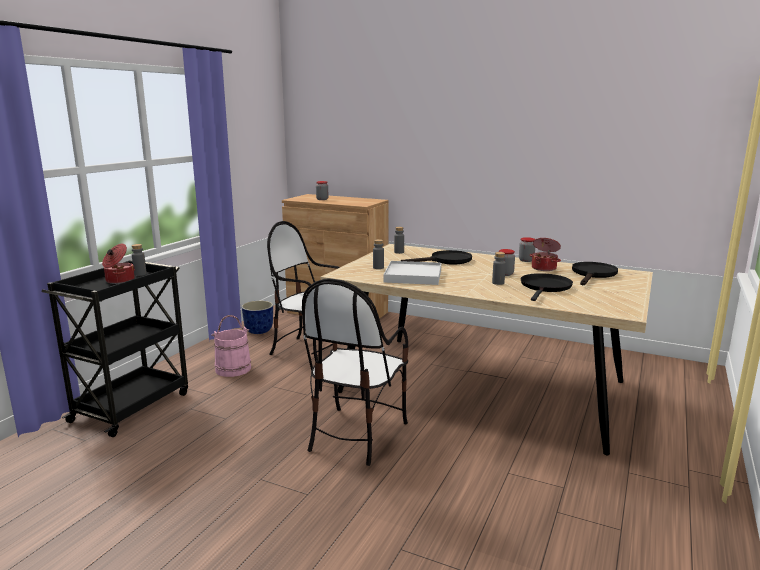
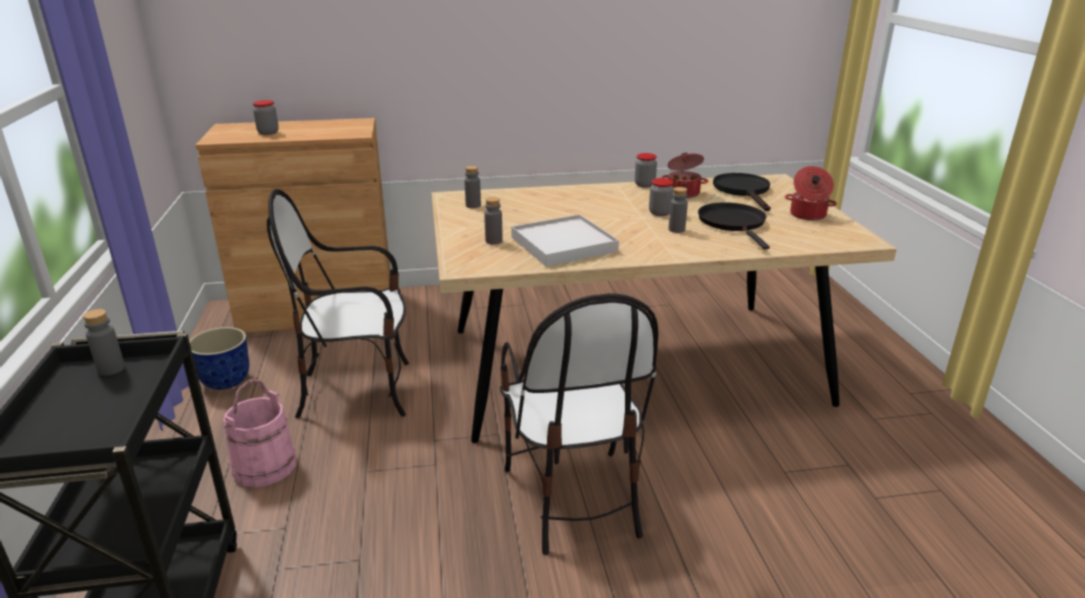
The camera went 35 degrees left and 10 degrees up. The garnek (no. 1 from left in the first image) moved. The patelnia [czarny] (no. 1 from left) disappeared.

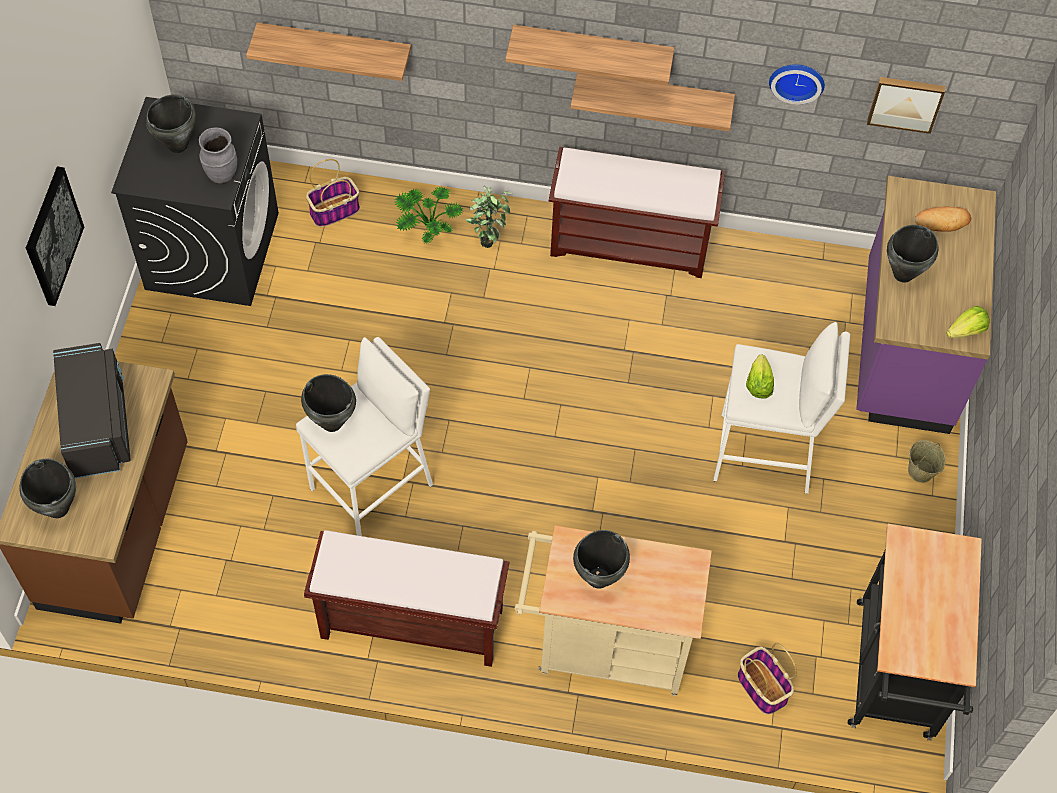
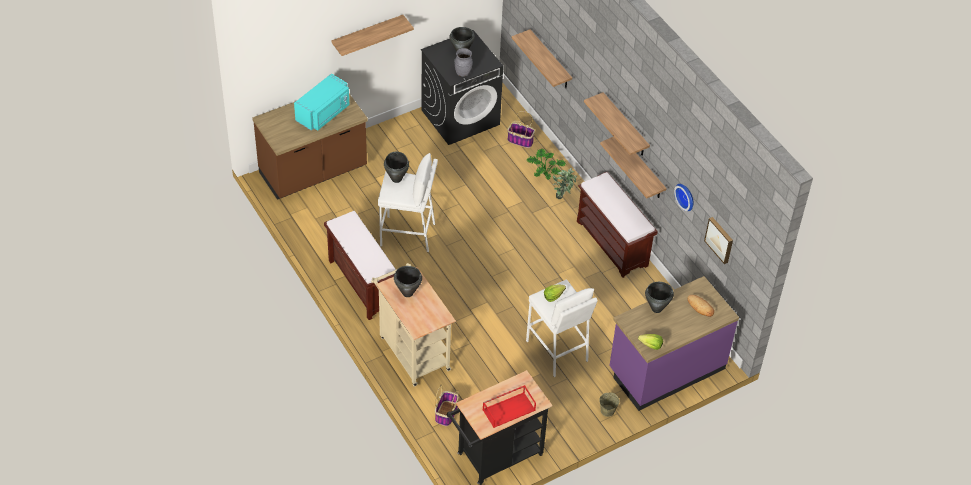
The camera went 50 degrees right and 10 degrees down. The obraz (no. 1 from left) was replaced by the półka (no. 1 from left). The mikrofalówka [czarny] became the mikrofalówka [turkusowy]. The garnek [czarny] (no. 1 from left) disappeared. The taca [czerwony] appeared.

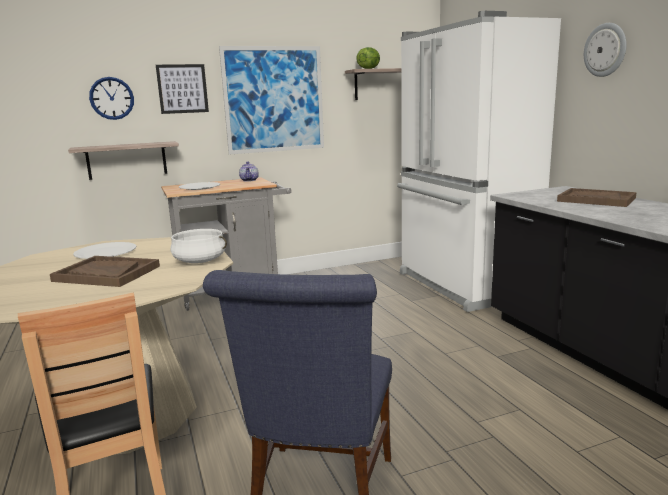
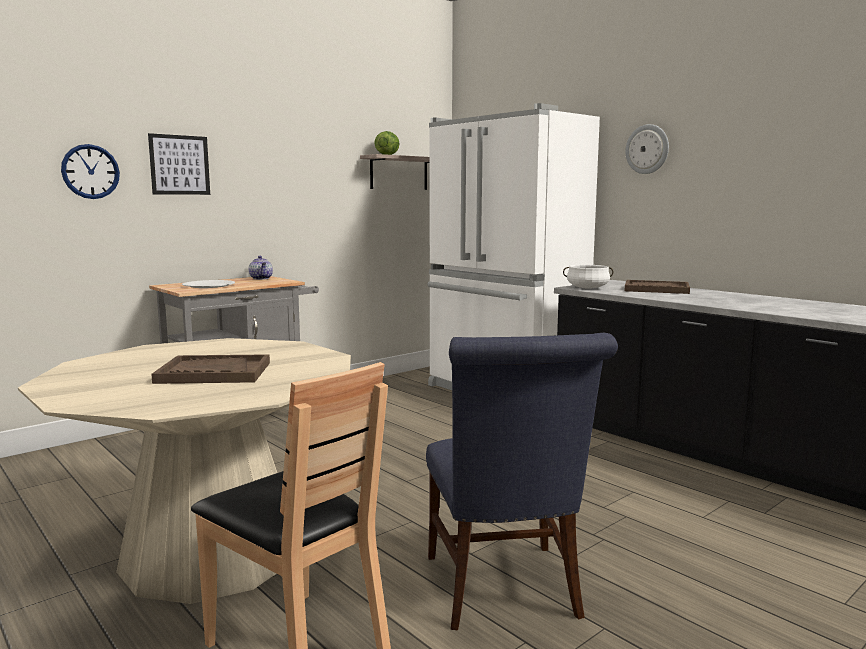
The camera went 20 degrees left and 5 degrees down. The obraz (no. 2 from left) disappeared. The półka (no. 1 from left) disappeared. The garnek [biały] moved. The talerz [biały] (no. 1 from left) disappeared.

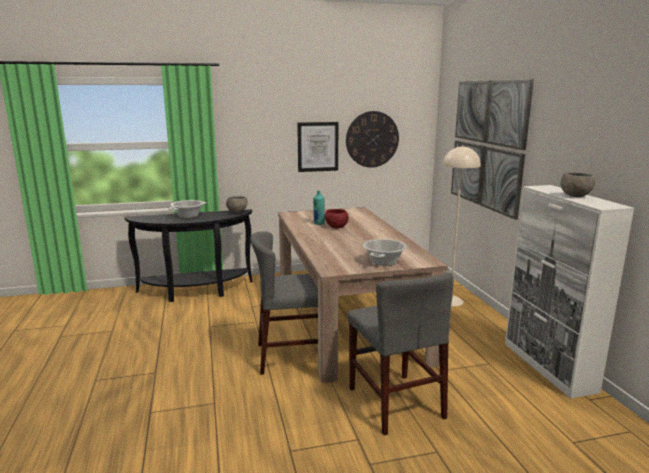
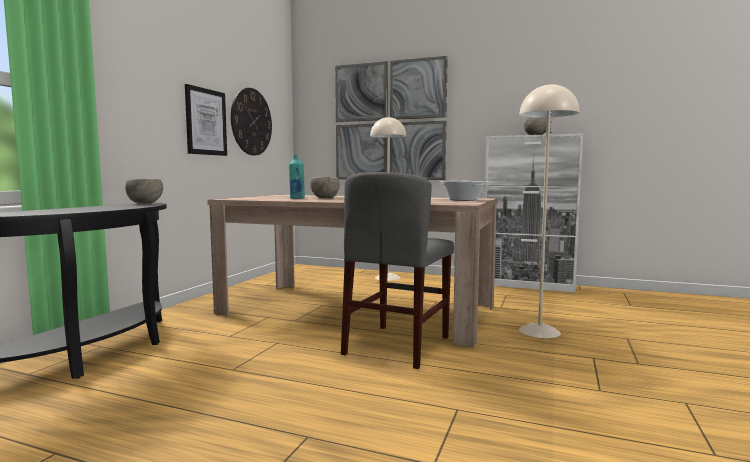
The camera went 55 degrees left and 10 degrees down. The garnek (no. 1 from left) disappeared. The miska [czerwony] became the miska [szary] (no. 2 from left). The krzesło [szary] (no. 2 from left) was replaced by the lampa stojąca [beżowy] (no. 2 from left).

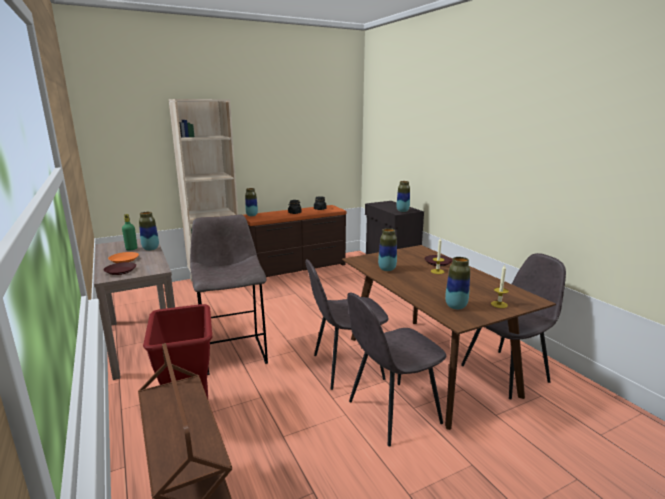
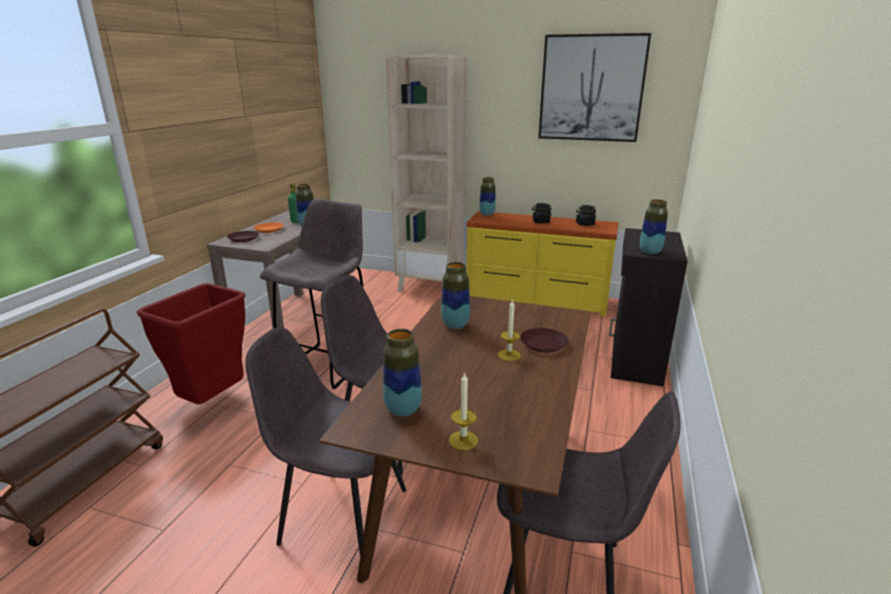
The camera went 45 degrees right and 5 degrees up. The komoda [brązowy] became the komoda [żółty]. The obraz appeared.

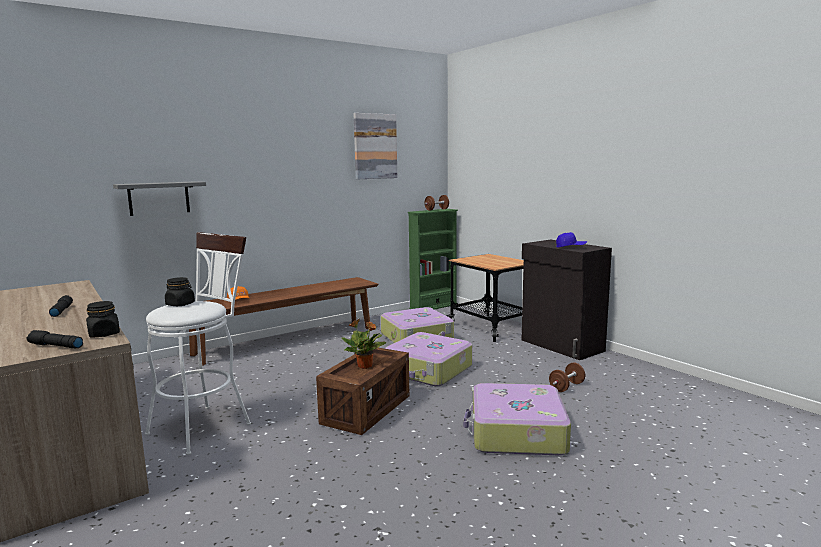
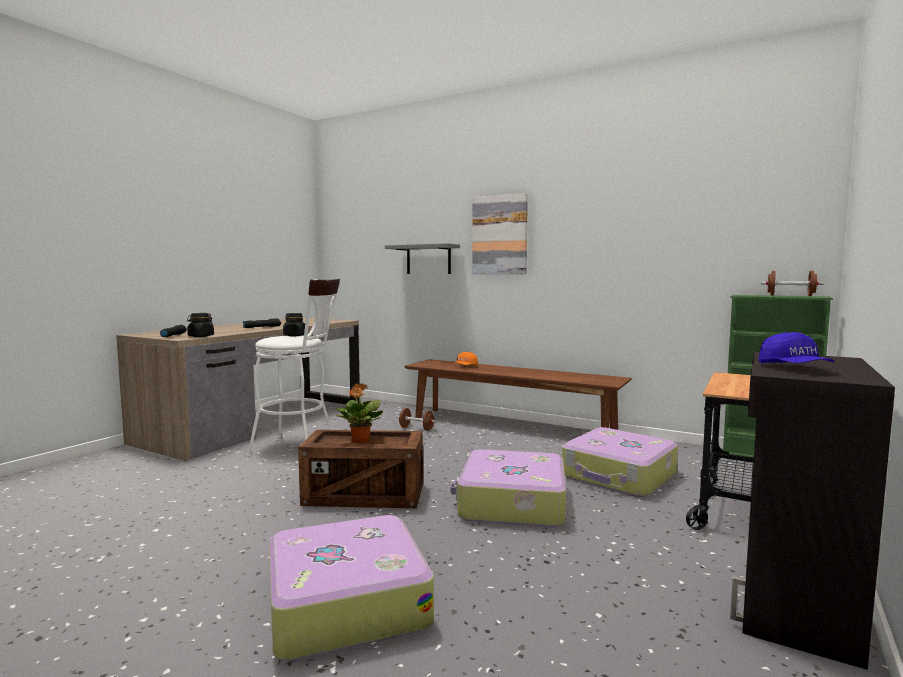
The camera went 65 degrees right and 5 degrees down. The obraz moved. The hantel [brązowy] (no. 2 from left in the first image) moved.

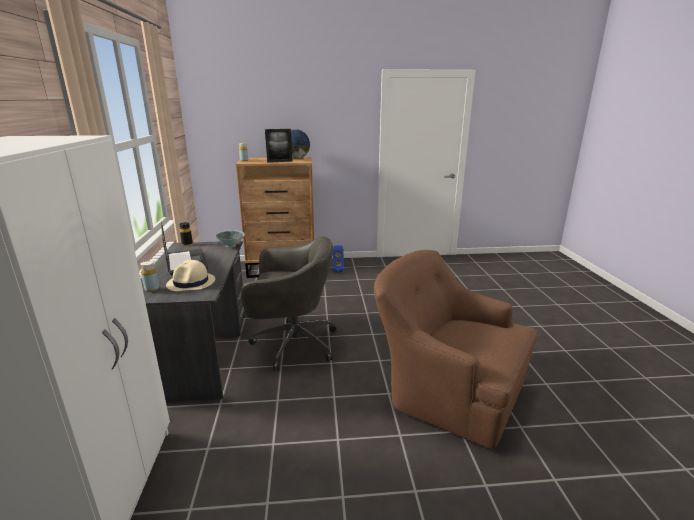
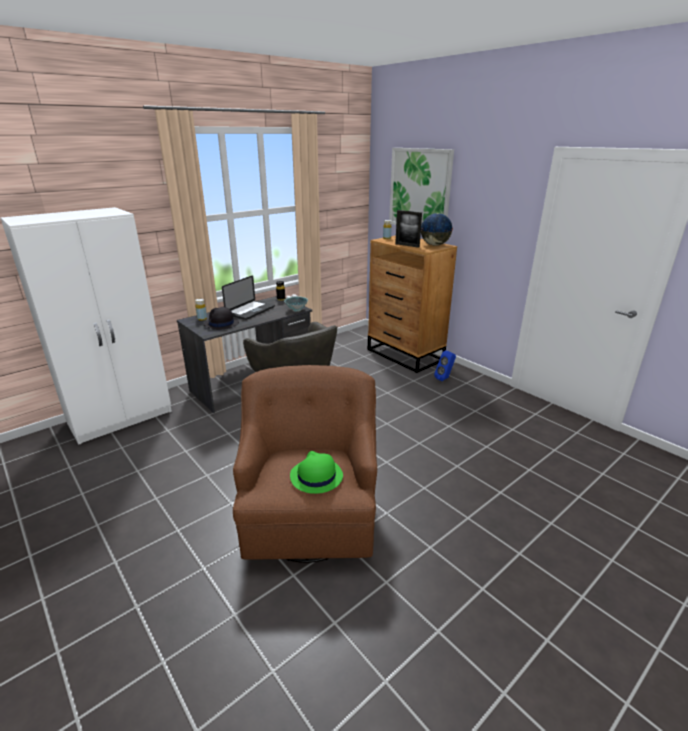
The camera went 55 degrees right and 5 degrees up. The kapelusz [beżowy] became the kapelusz [czarny]. The obraz appeared. The kapelusz [zielony] appeared.

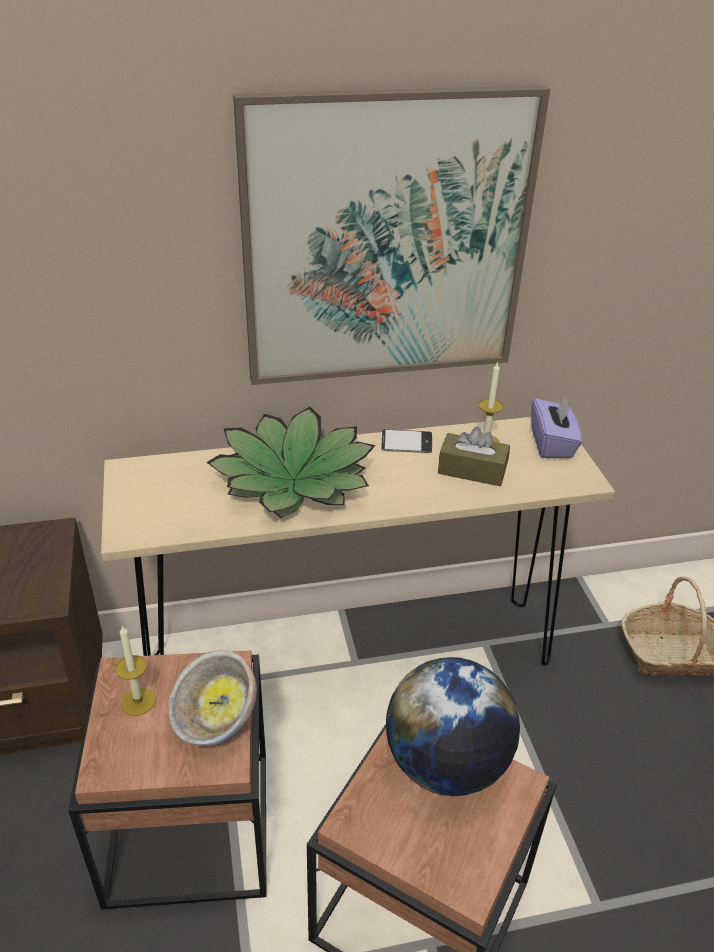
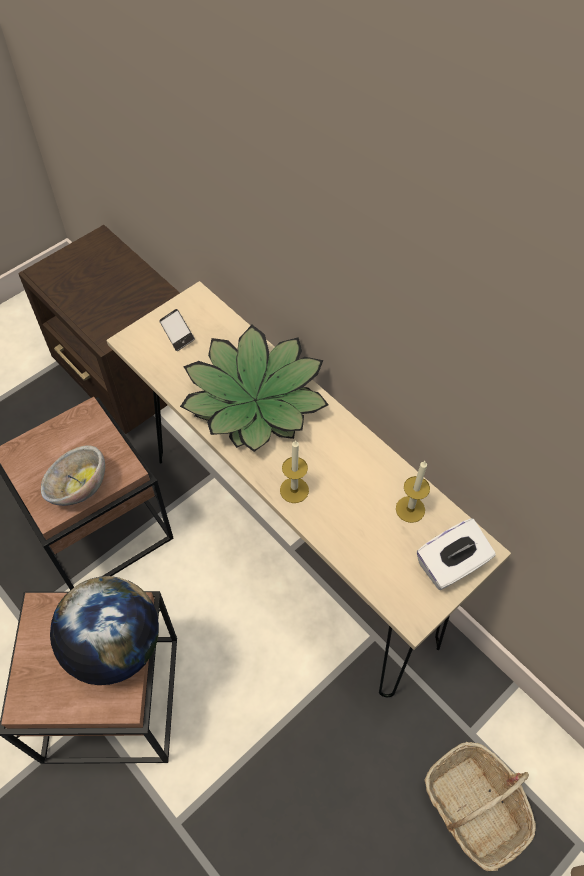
The camera went 60 degrees right and 20 degrees up. The obraz disappeared. The pudełko chusteczek [fioletowy] became the pudełko chusteczek [biały]. The pudełko chusteczek [brązowy] disappeared. The telefon moved. The świeca (no. 1 from left) moved.

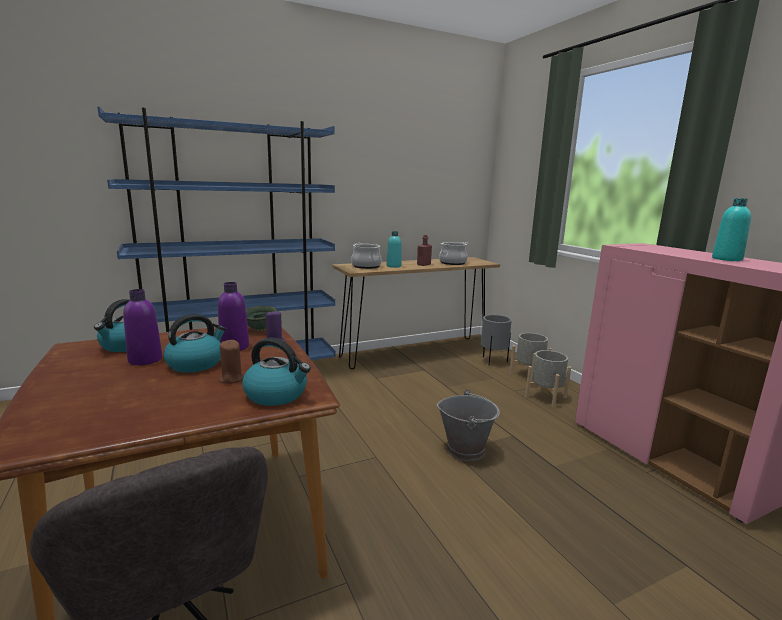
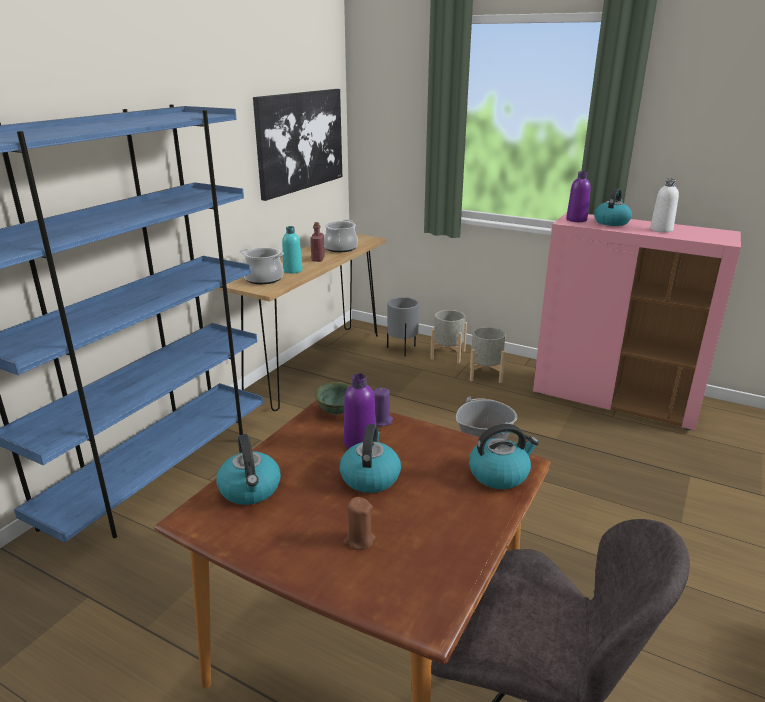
The camera went 35 degrees left and 10 degrees up. The butelka [turkusowy] (no. 2 from left) became the butelka [biały]. The butelka [fioletowy] (no. 1 from left in the first image) moved. The świeca [brązowy] moved. The obraz appeared. The czajnik (no. 4 from left) appeared.

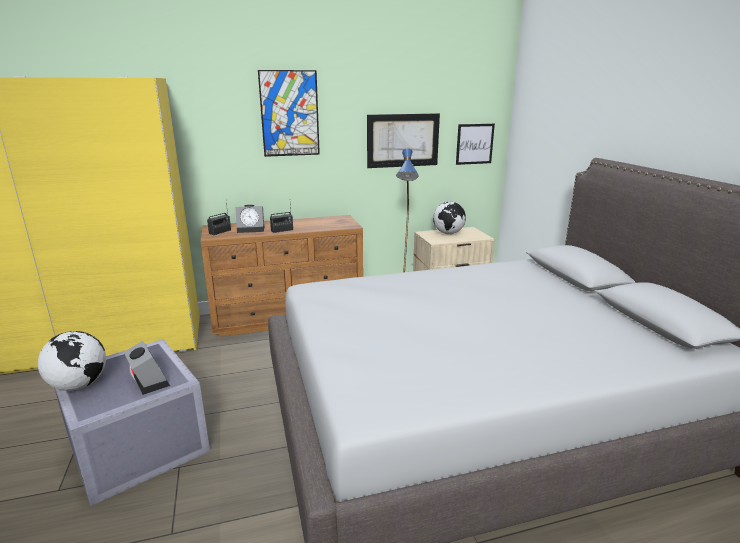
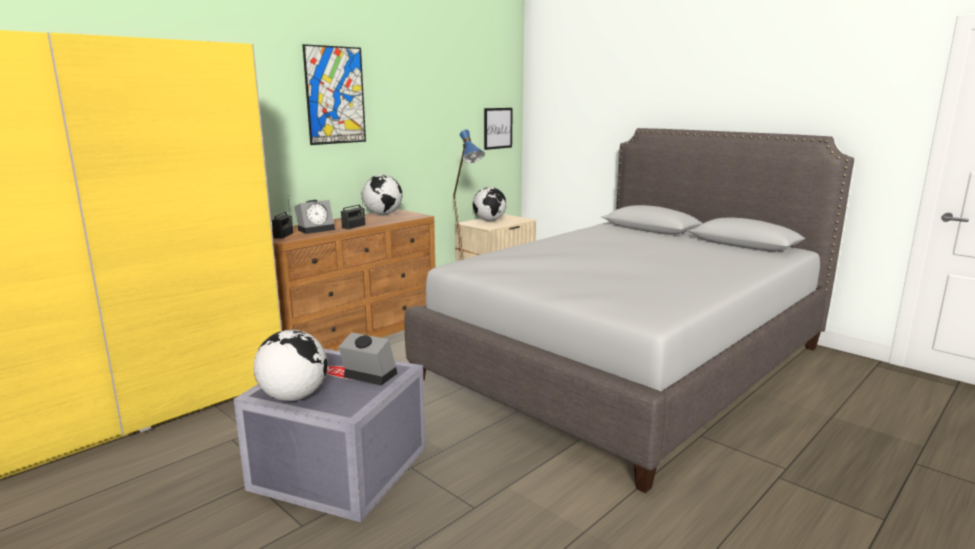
The camera went 30 degrees left and 5 degrees down. The obraz (no. 2 from left) disappeared. The globus (no. 2 from left) appeared.

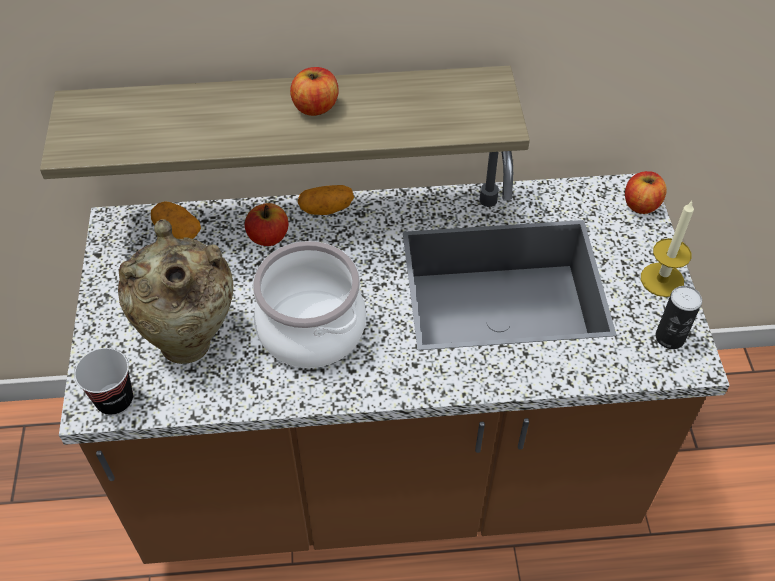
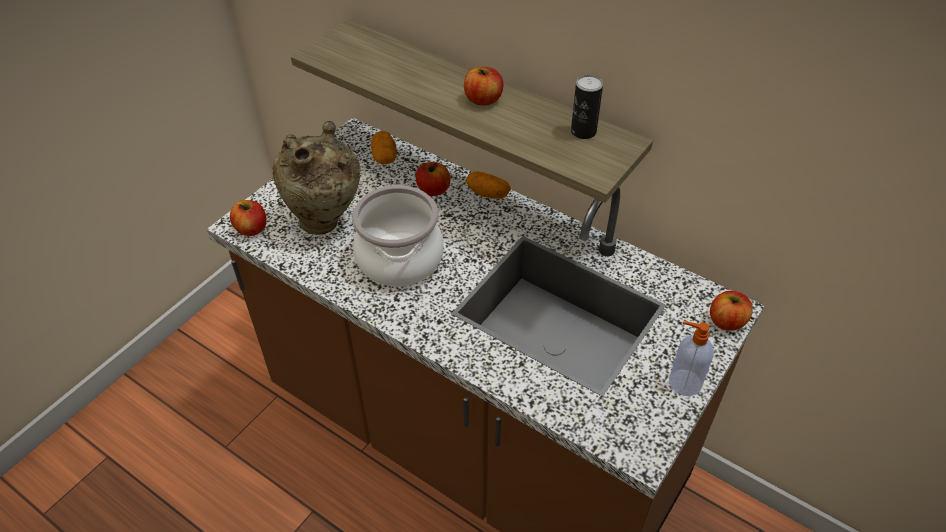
The camera went 40 degrees right and 5 degrees down. The świeca was replaced by the dozownik mydła. The puszka moved. The filiżanka was replaced by the jabłko (no. 1 from left).

